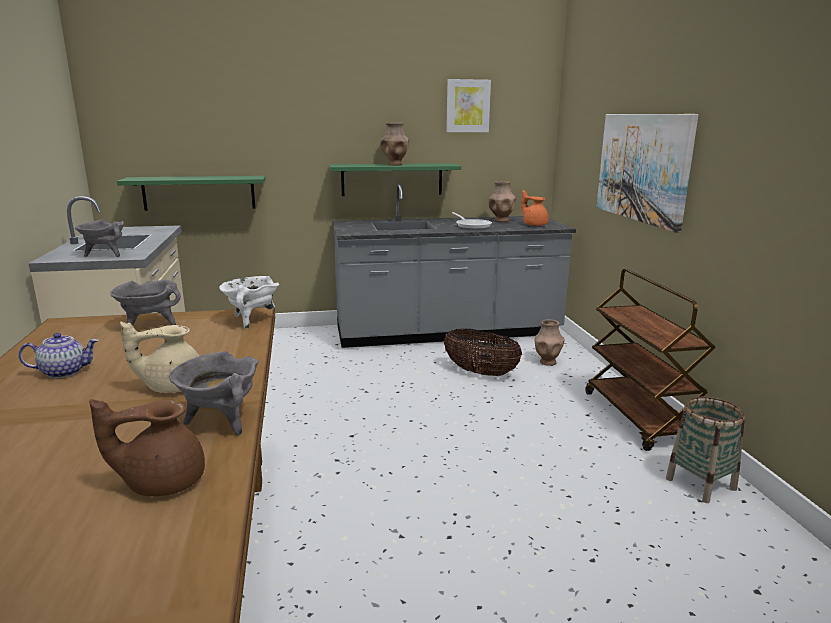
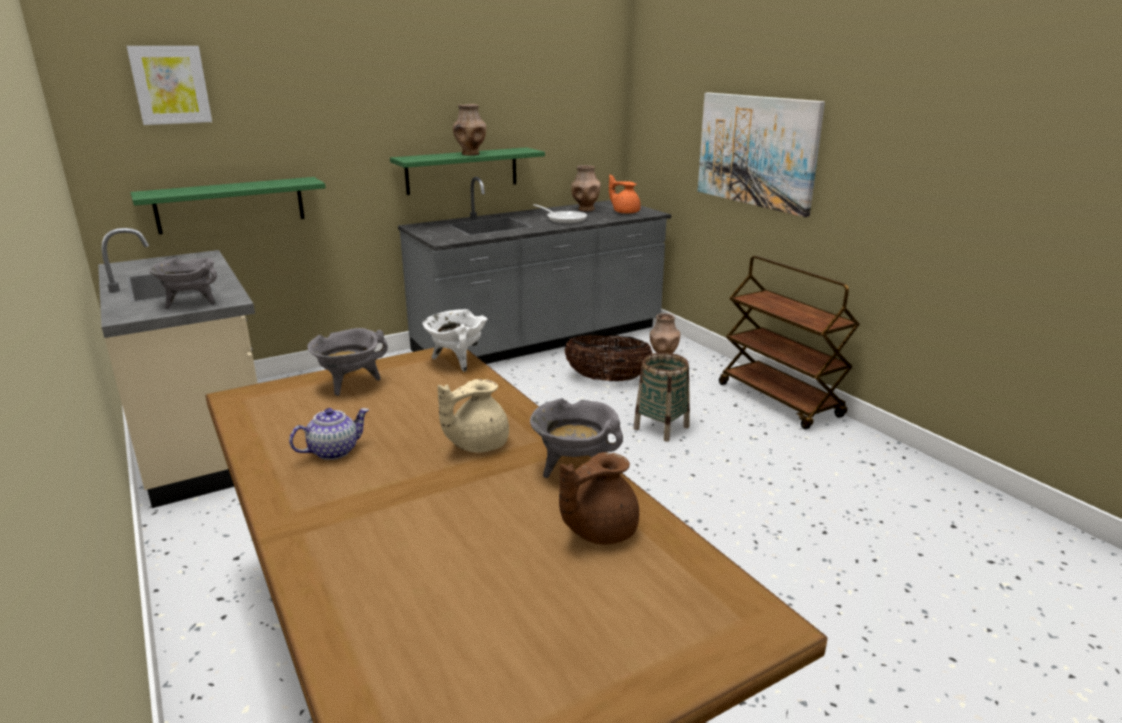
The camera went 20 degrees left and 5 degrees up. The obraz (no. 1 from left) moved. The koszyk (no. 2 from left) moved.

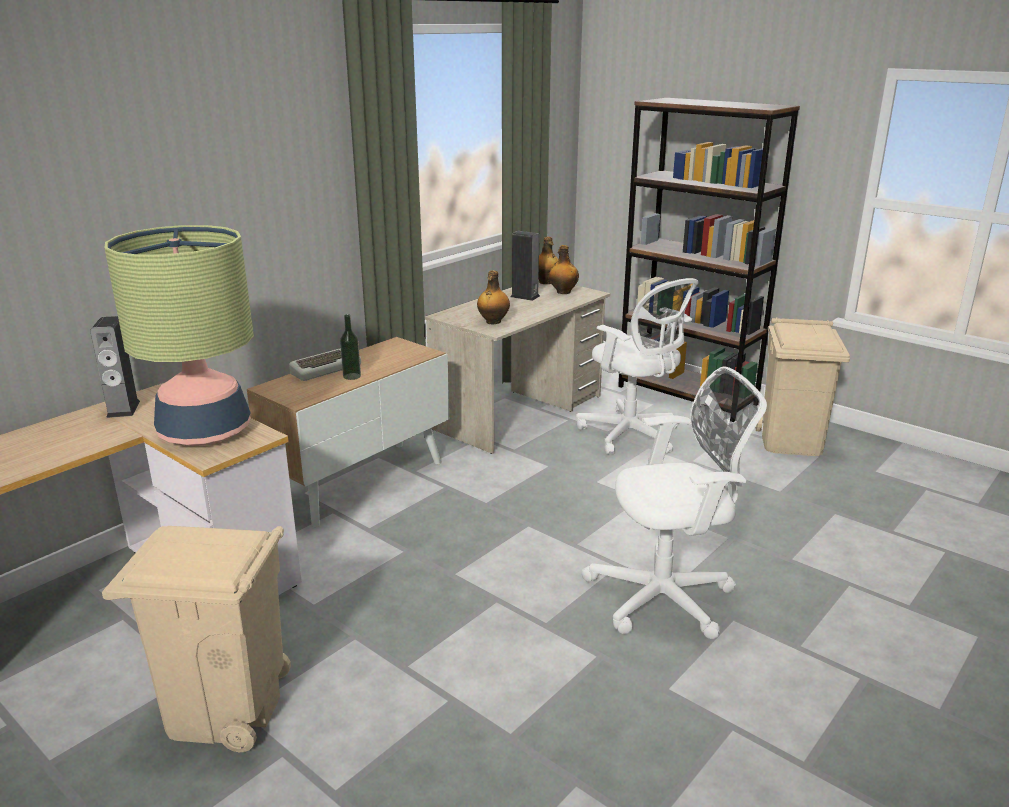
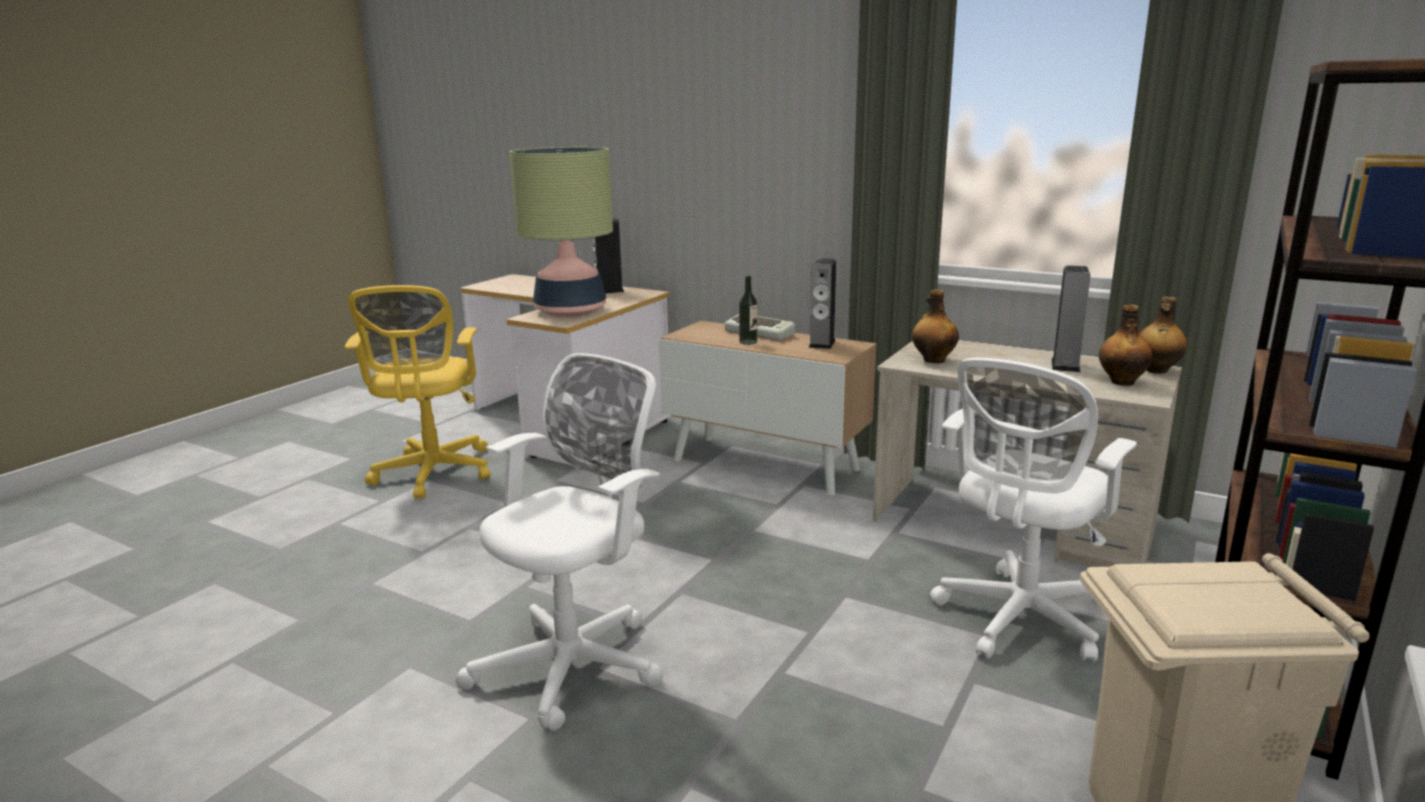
The camera went 80 degrees right and 5 degrees down. The krzesło biurowe [biały] (no. 2 from left in the first image) turned 120 degrees counterclockwise. The kosz na śmieci [beżowy] (no. 1 from left) was replaced by the krzesło biurowe [żółty]. The głośnik (no. 2 from left) appeared.

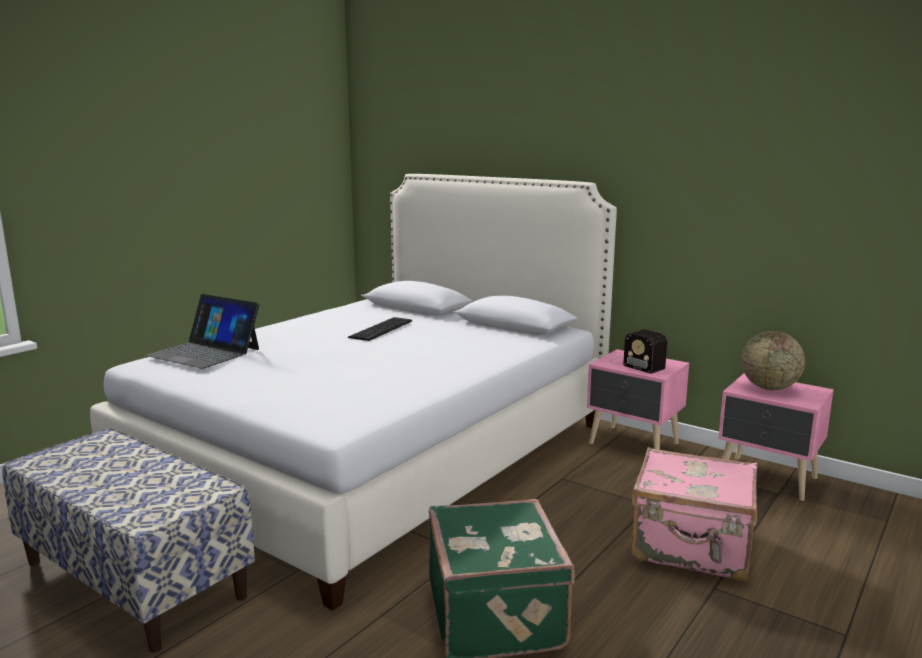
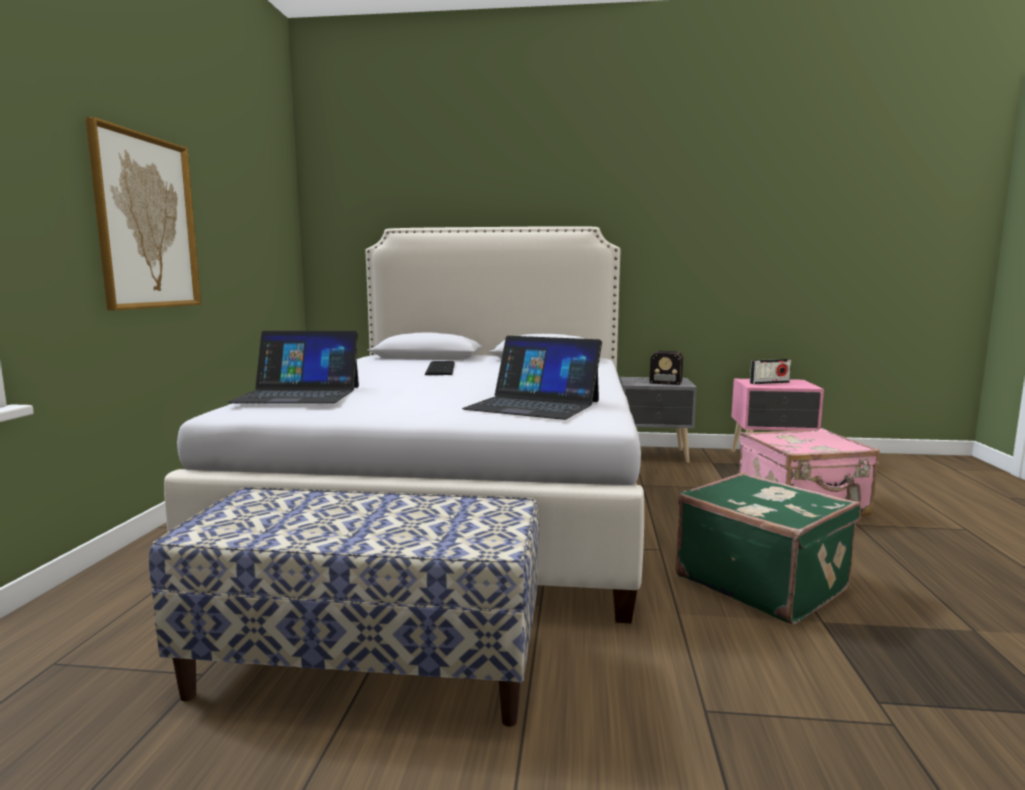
The camera went 30 degrees left and 5 degrees down. The globus was replaced by the radio (no. 2 from left). The szafka nocna [różowy] (no. 1 from left) became the szafka nocna [szary]. The obraz appeared. The laptop (no. 2 from left) appeared.

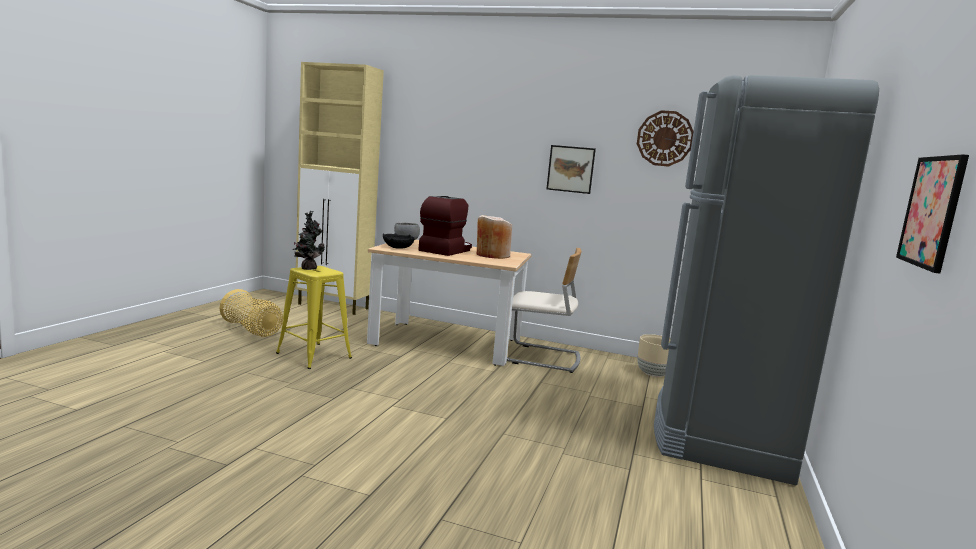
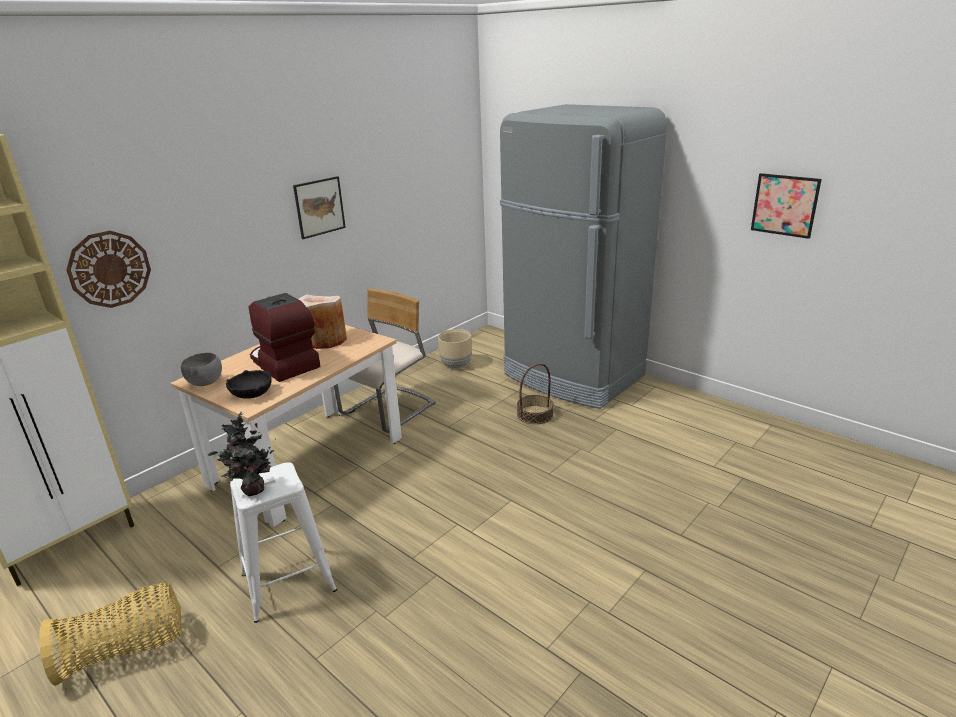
The camera went 65 degrees left and 15 degrees up. The zegar ścienny moved. The stołek [żółty] became the stołek [biały]. The koszyk (no. 2 from left) appeared.

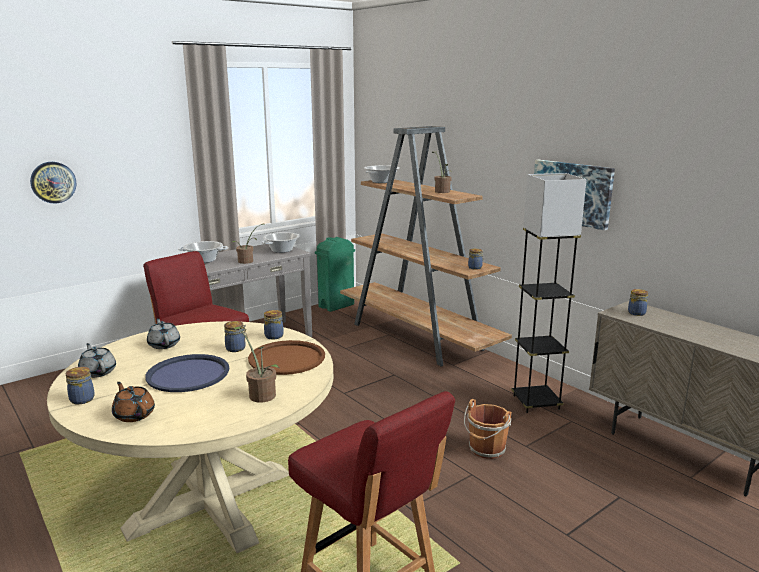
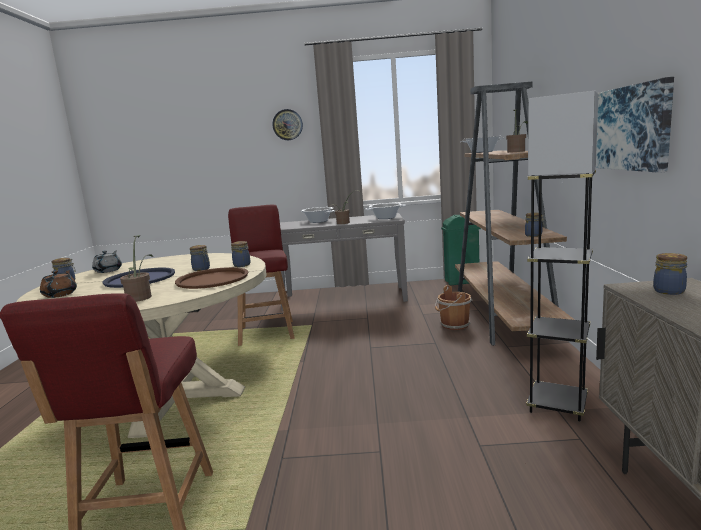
The camera went 40 degrees right and 5 degrees down. The zegar ścienny moved. The imbryk [szary] (no. 2 from left) disappeared. The wiadro [brązowy] moved.

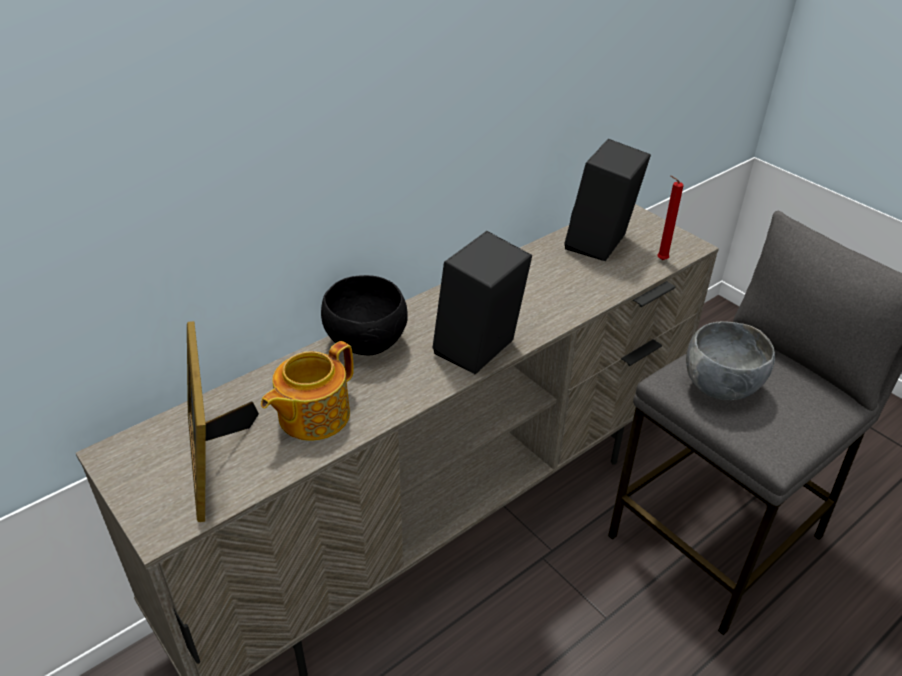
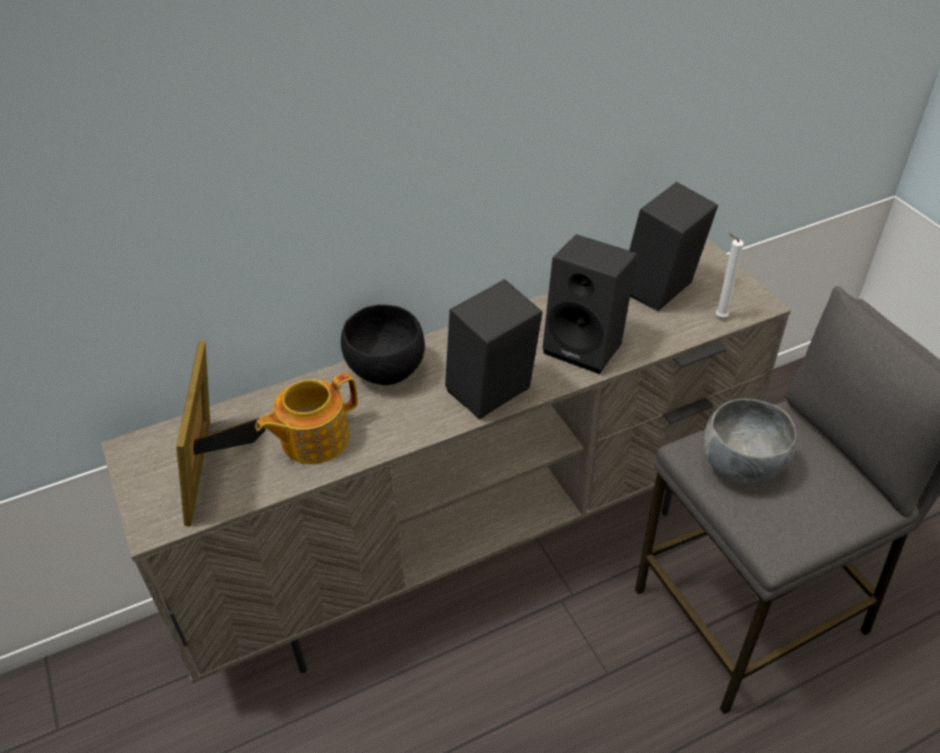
The camera went 15 degrees right and 5 degrees up. The świeca [czerwony] became the świeca [biały]. The głośnik [czarny] (no. 2 from left) appeared.

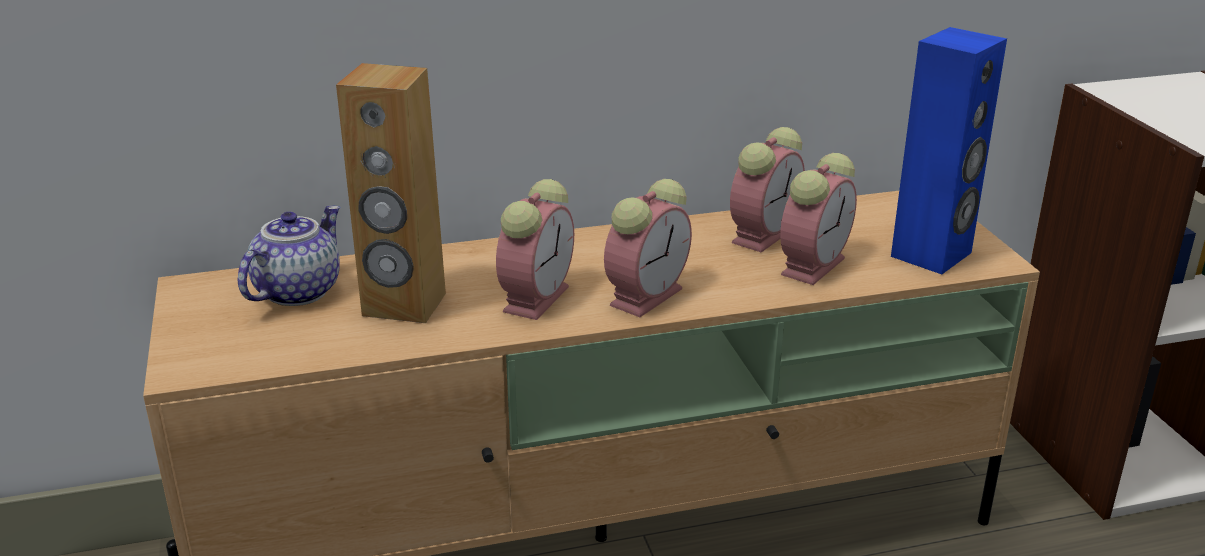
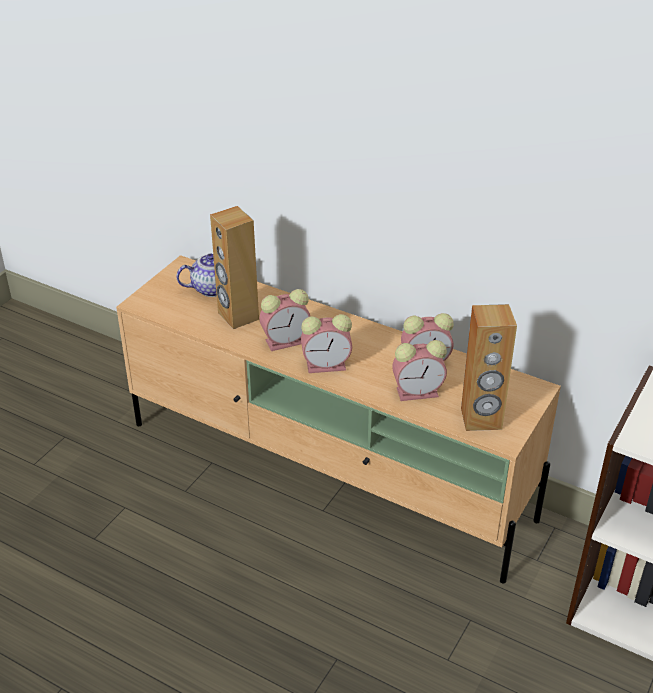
The camera went 45 degrees right and 10 degrees up. The głośnik [niebieski] became the głośnik [brązowy] (no. 2 from left).

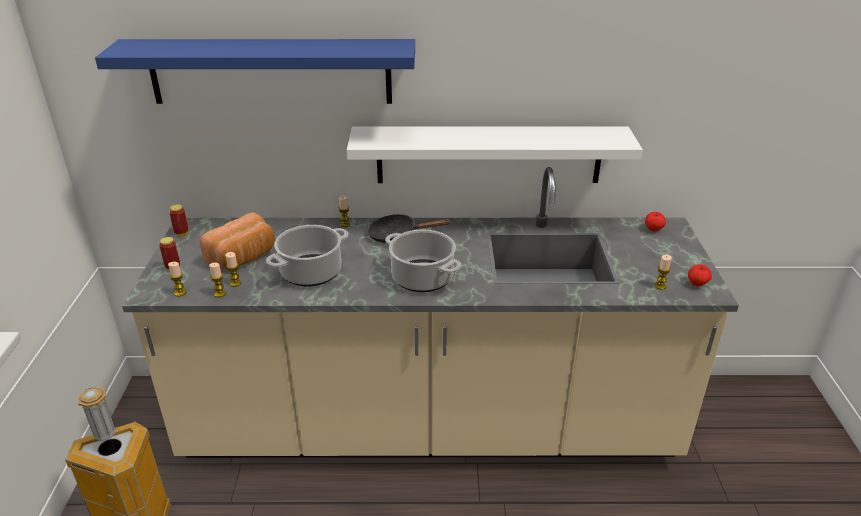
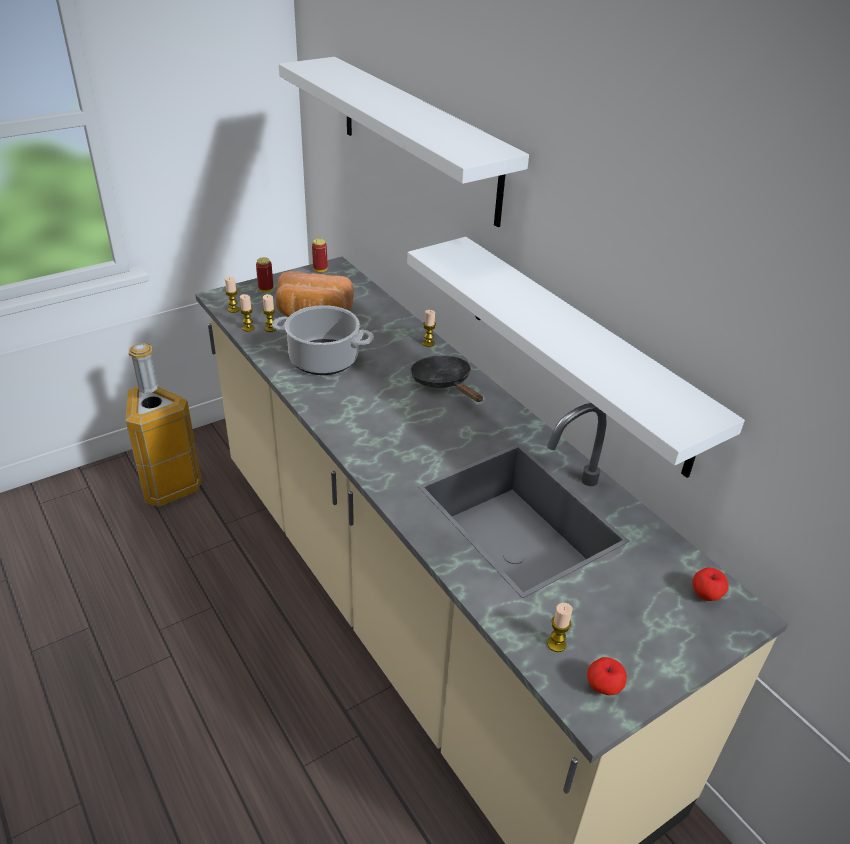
The camera went 55 degrees right and 5 degrees up. The półka [niebieski] became the półka [biały] (no. 1 from left). The garnek (no. 2 from left) disappeared.

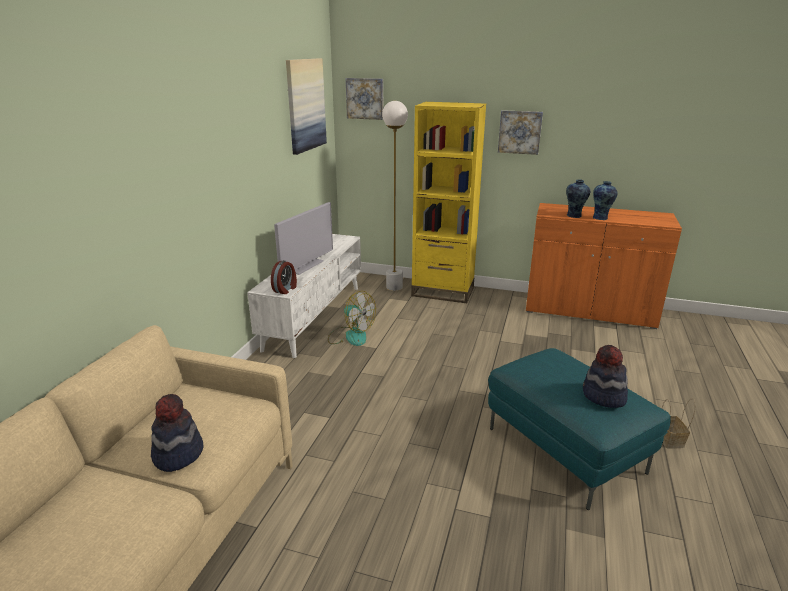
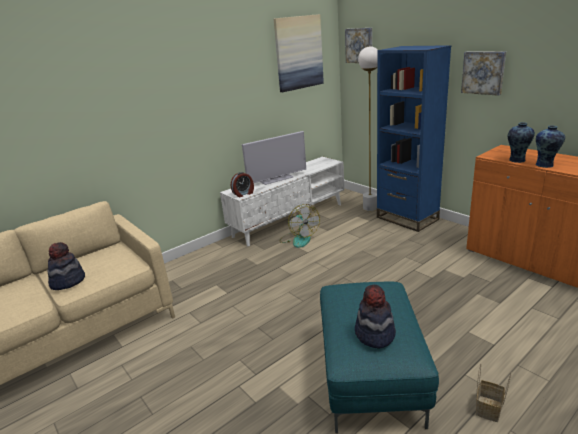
The camera went 35 degrees right and 0 degrees up. The regał [żółty] became the regał [niebieski].

